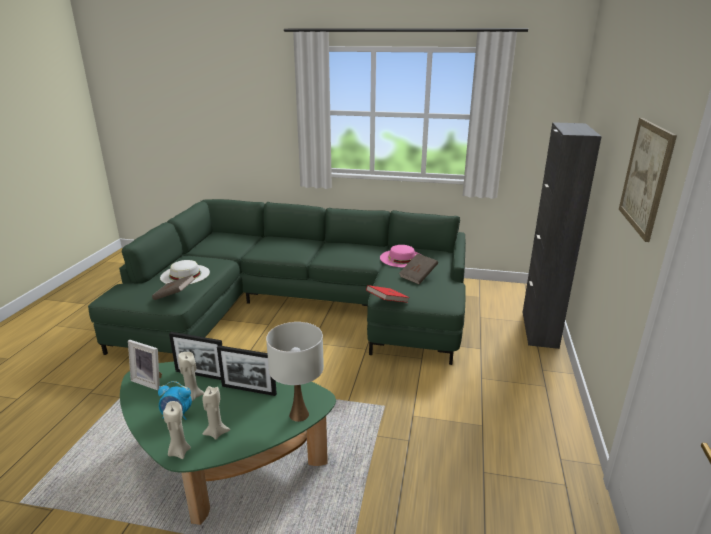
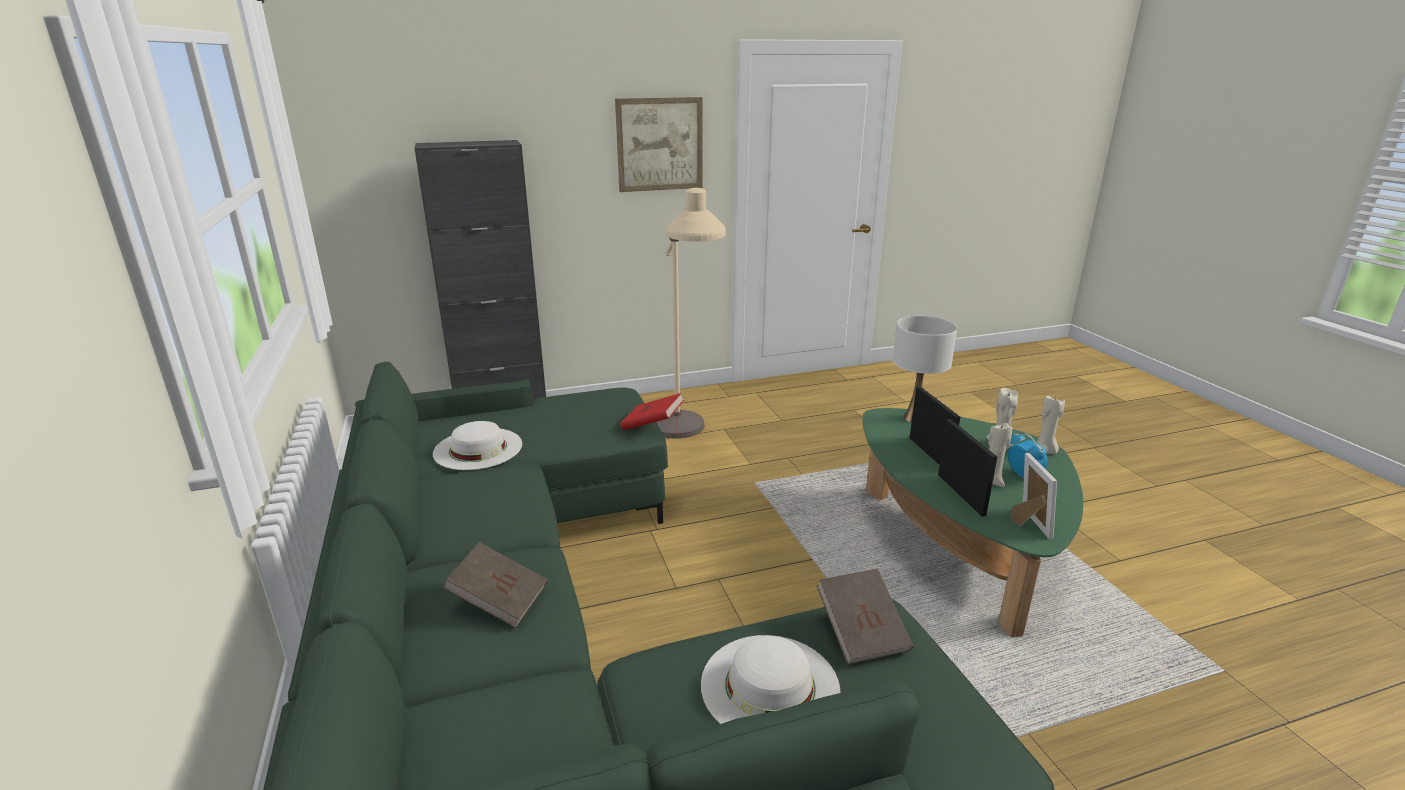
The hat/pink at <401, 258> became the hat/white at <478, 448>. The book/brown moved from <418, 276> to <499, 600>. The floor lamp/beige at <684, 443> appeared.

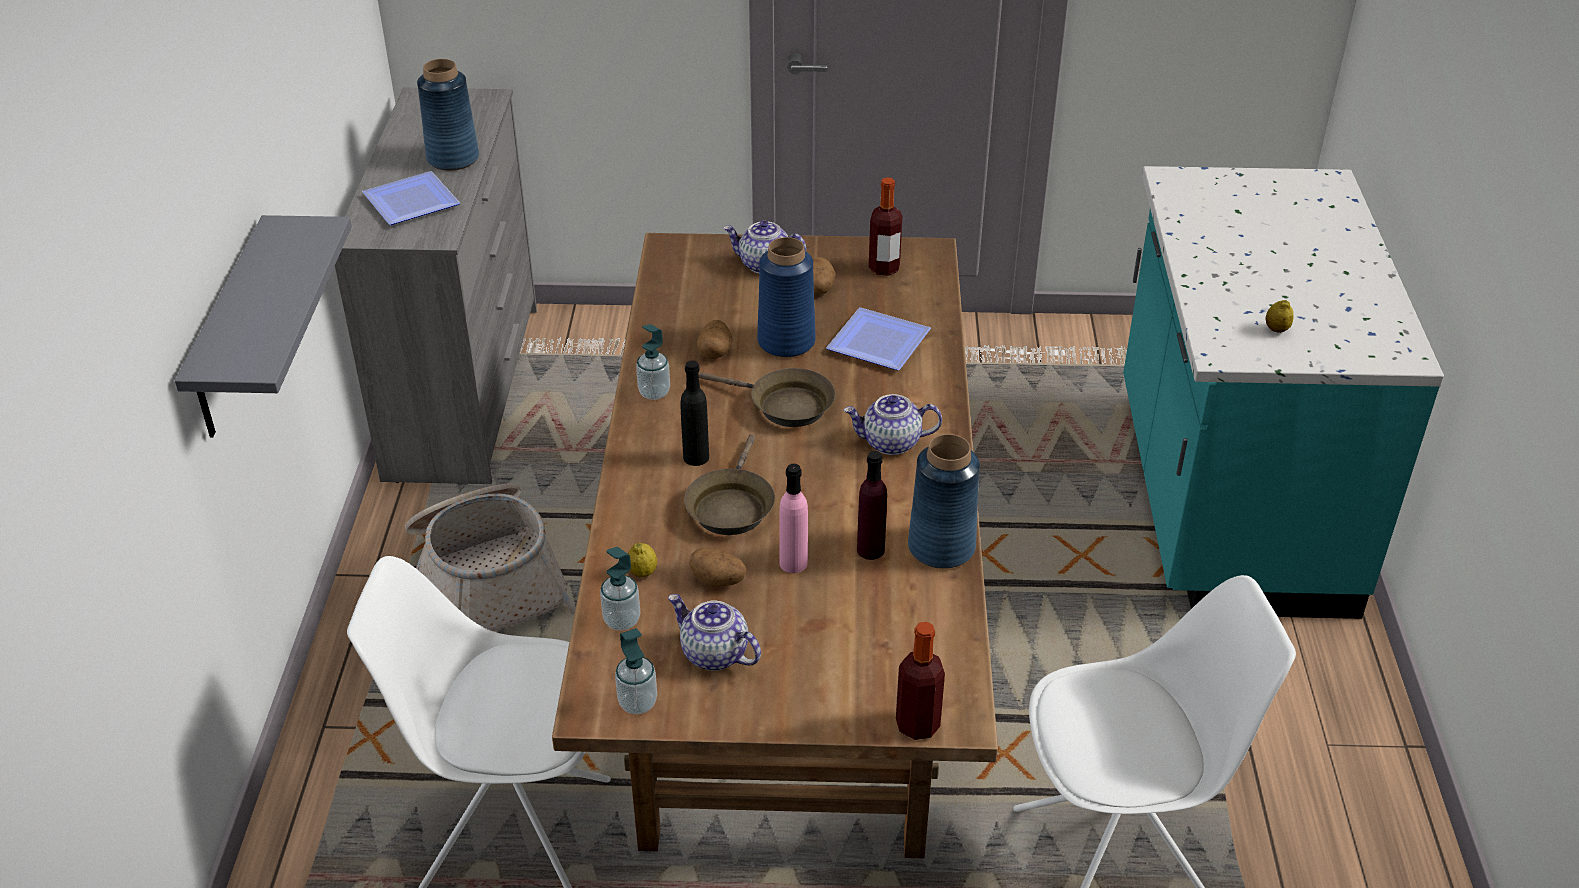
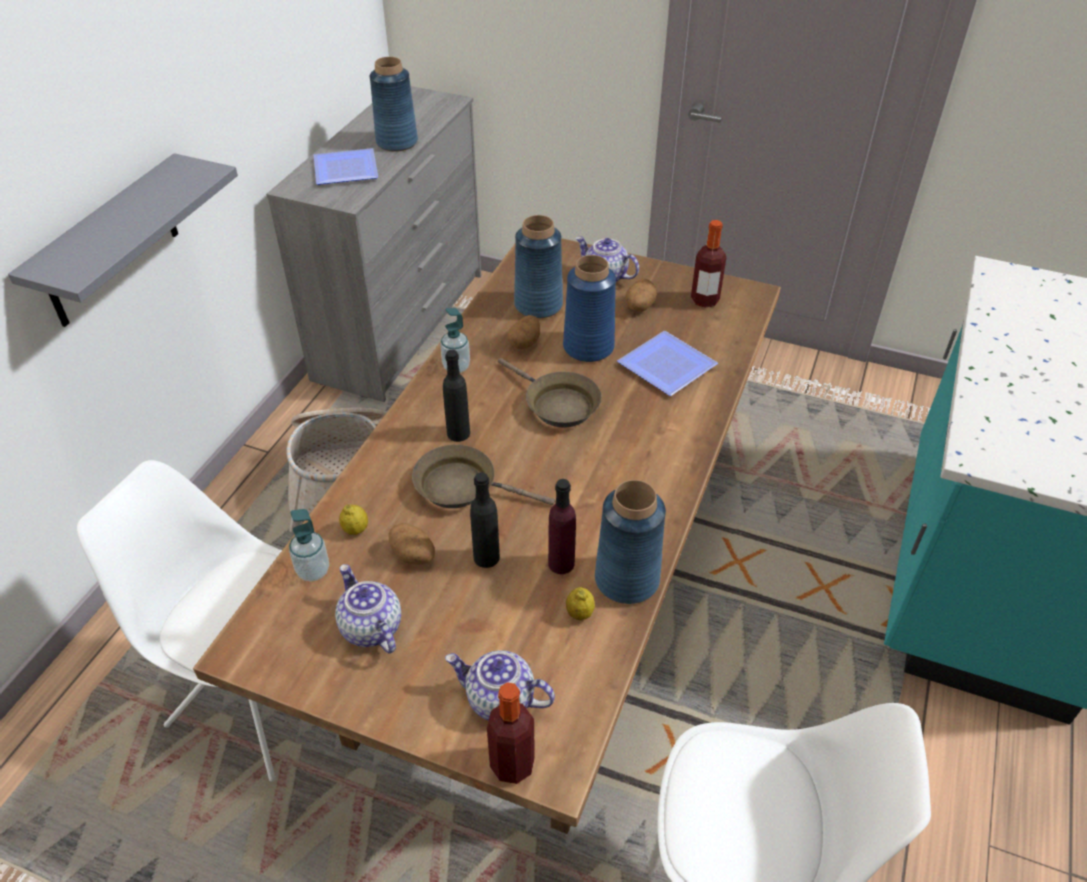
The soap dispenser at <637, 703> disappeared. The frying pan/brown at <731, 506> turned 75 degrees clockwise. The bottle/pink at <793, 563> became the bottle/black at <486, 557>. The teapot moved from <891, 443> to <499, 700>. The lemon moved from <1276, 330> to <579, 613>. The vase/blue at <538, 305> appeared.

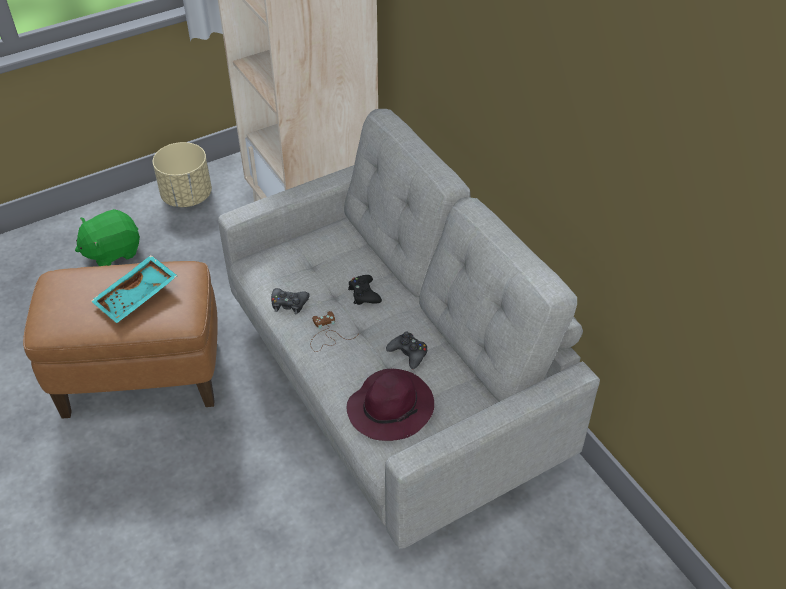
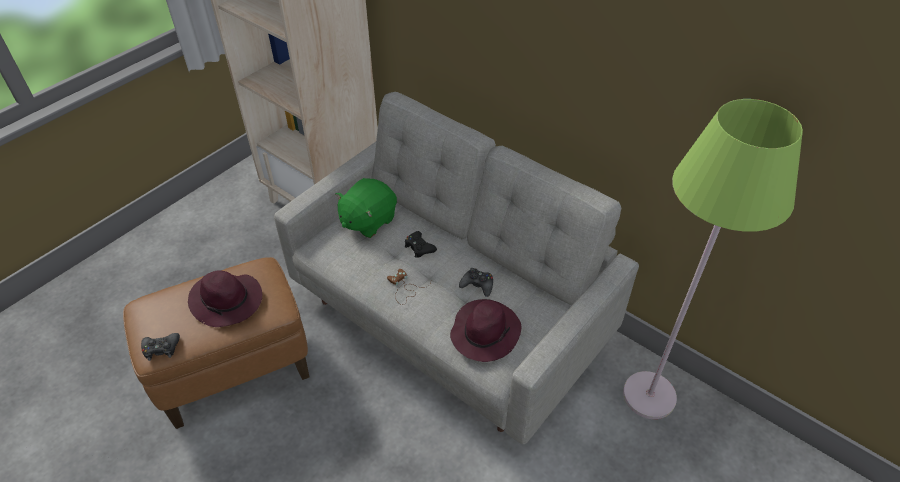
The plush toy/green moved from <112, 252> to <368, 221>. The tray/turquoise at <137, 297> was replaced by the hat/purple at <227, 301>. The planter/beige at <187, 196> disappeared. The game controller/black moved from <289, 304> to <161, 349>. The floor lamp/green at <649, 396> appeared.

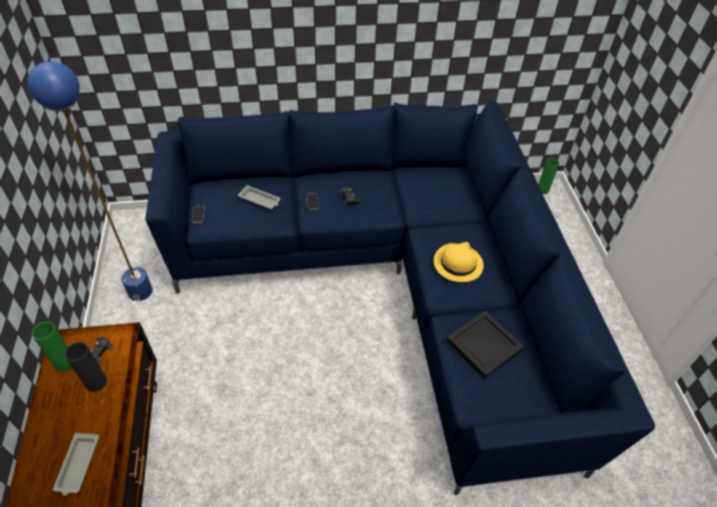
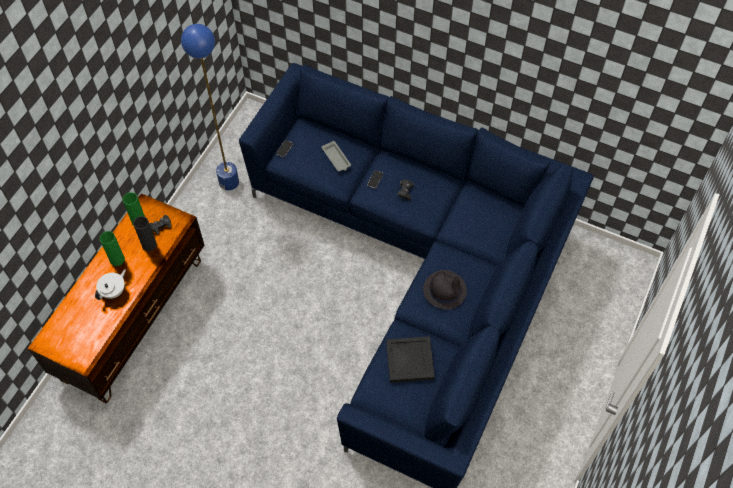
The tray/grey at <78, 465> was replaced by the teapot/white at <114, 291>. The hat/yellow at <457, 263> became the hat/black at <444, 290>. The vase/green moved from <542, 190> to <117, 259>.

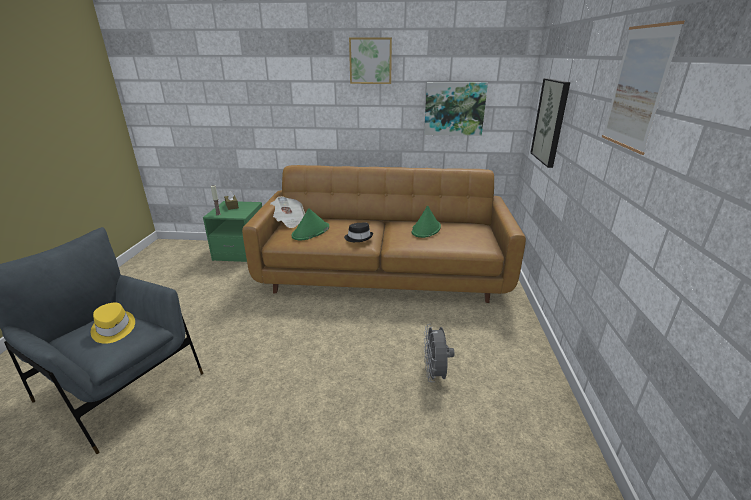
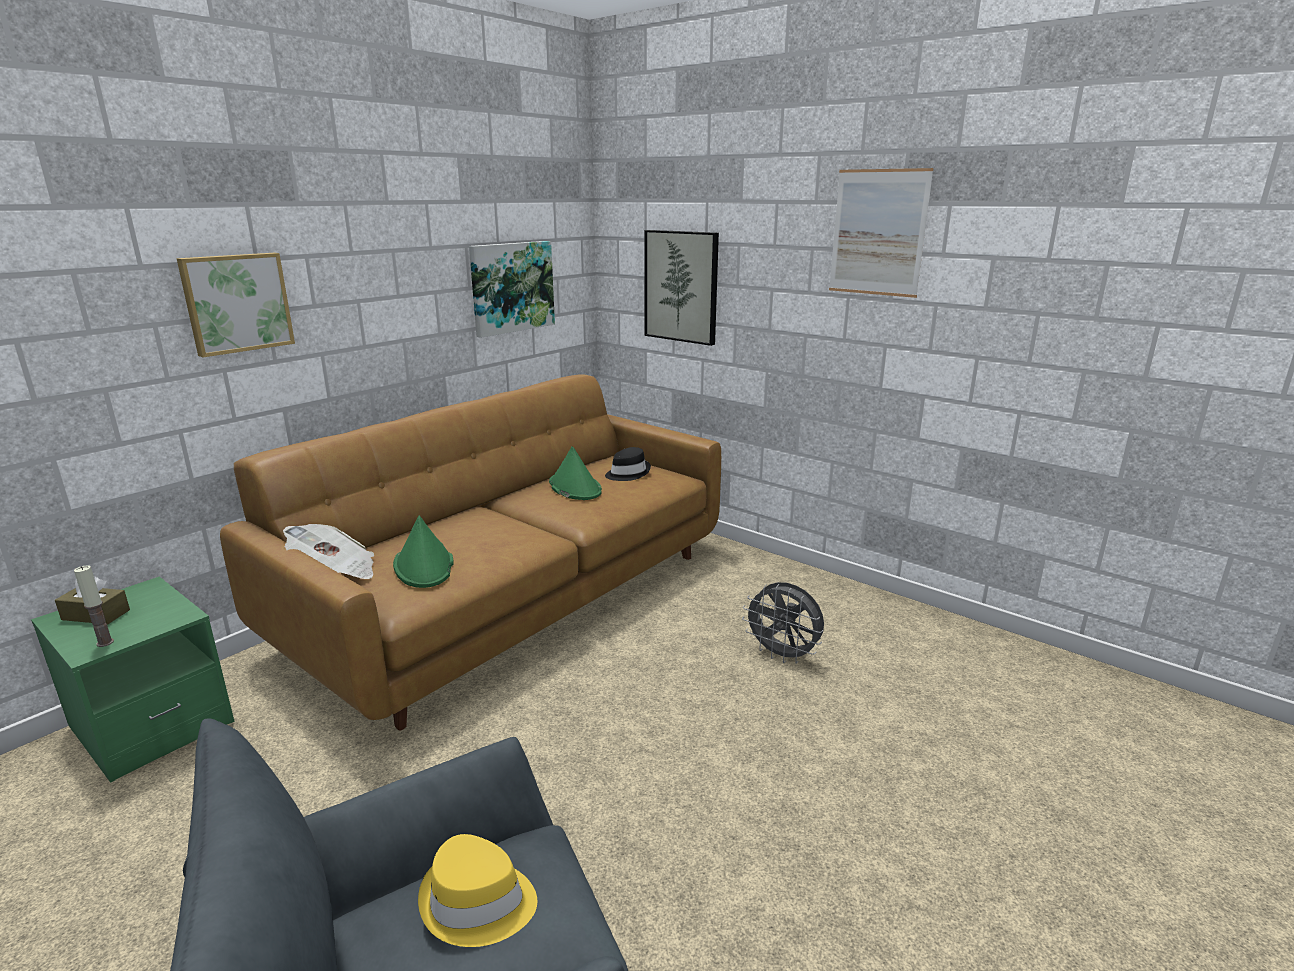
The hat/black moved from <358, 237> to <627, 473>. The picture moved from <370, 61> to <236, 303>.

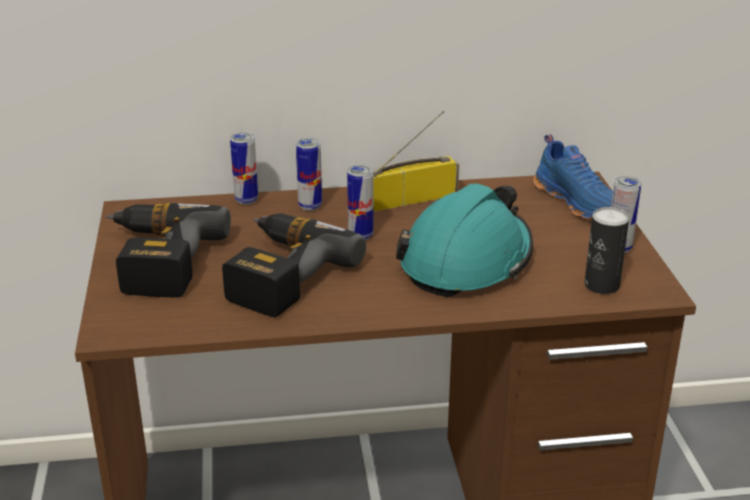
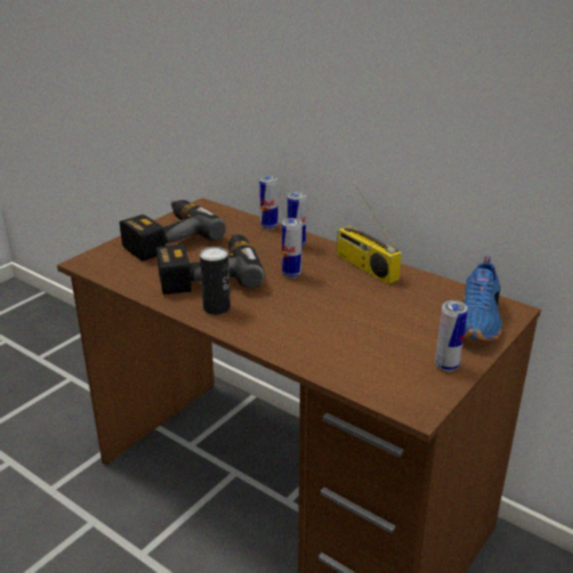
The radio at <411, 199> turned 150 degrees counterclockwise. The hard hat/turquoise at <467, 261> disappeared. The can moved from <601, 285> to <216, 308>.

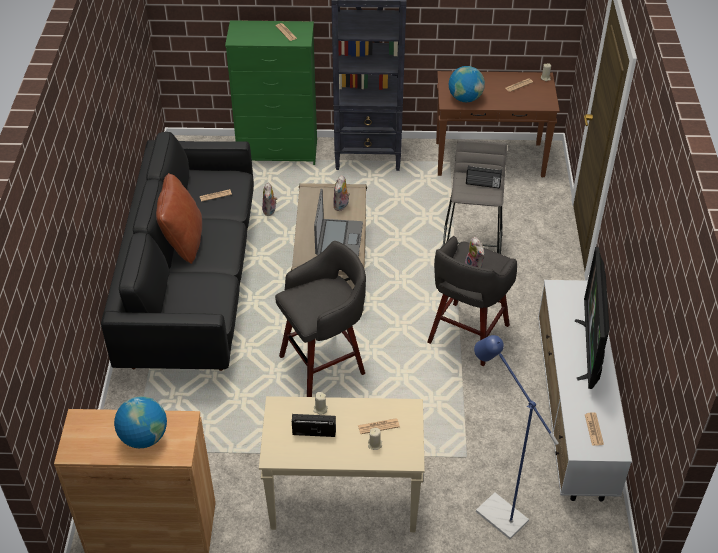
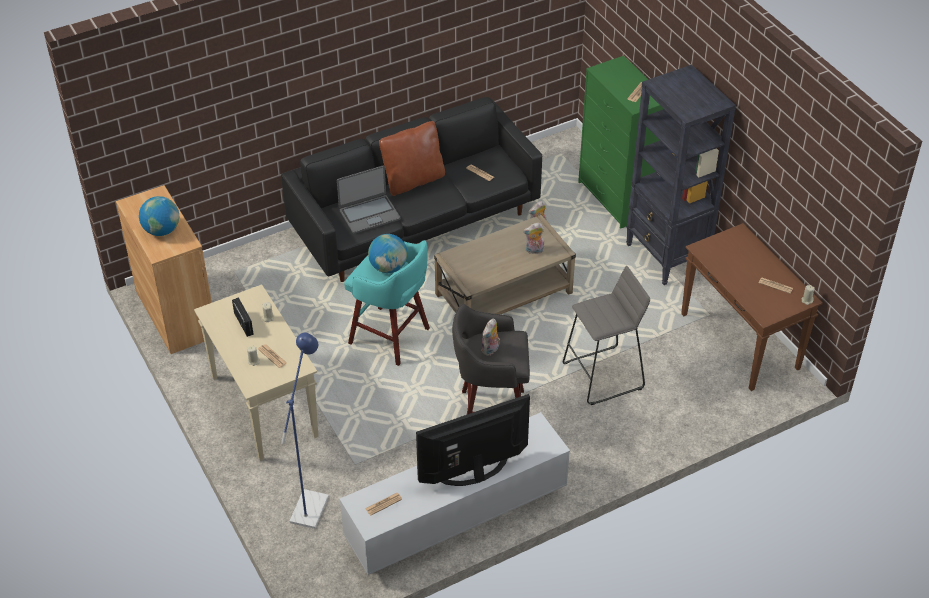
The stool/grey at <325, 364> became the stool/turquoise at <391, 337>. The laptop moved from <338, 240> to <369, 214>. The globe moved from <465, 98> to <388, 267>. The radio at <483, 184> disappeared.

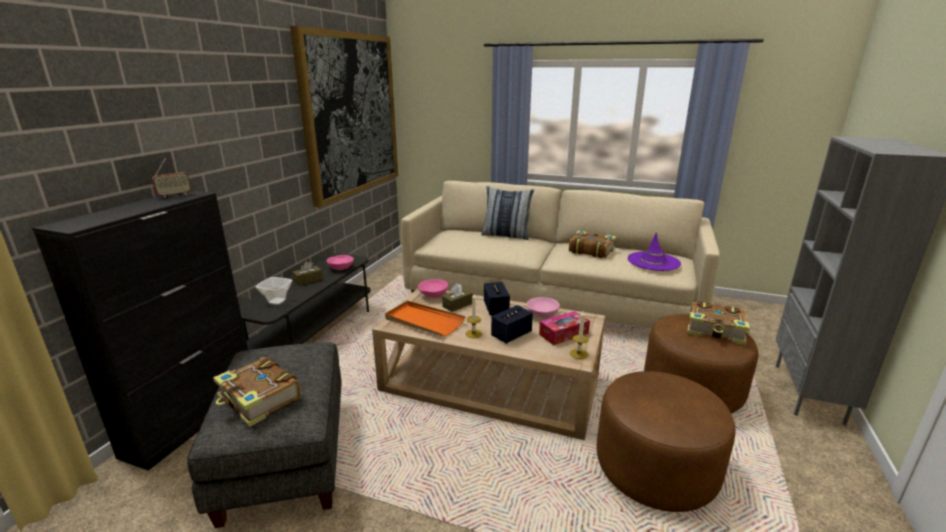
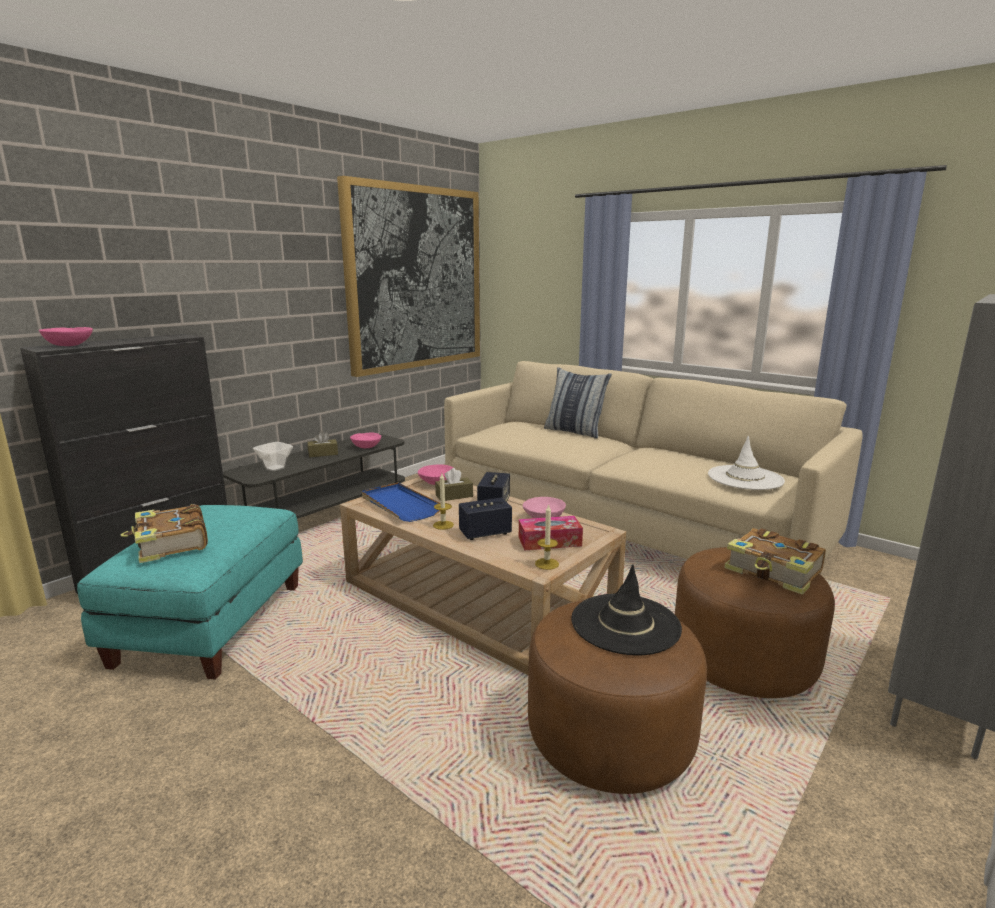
The radio at <174, 195> disappeared. The ottoman/grey at <287, 457> became the ottoman/turquoise at <212, 624>. The tray/orange at <424, 321> became the tray/blue at <400, 505>. The book at <590, 250> disappeared. The hat/purple at <653, 261> became the hat/white at <745, 478>. The bowl/pink at <68, 345> appeared. The hat/black at <625, 624> appeared.

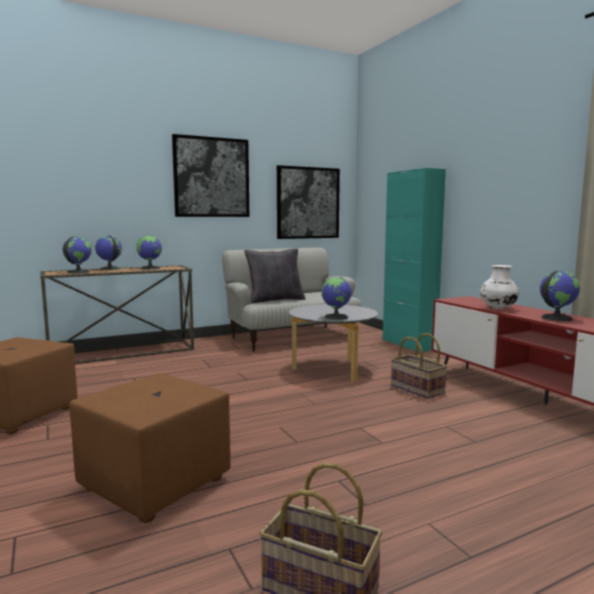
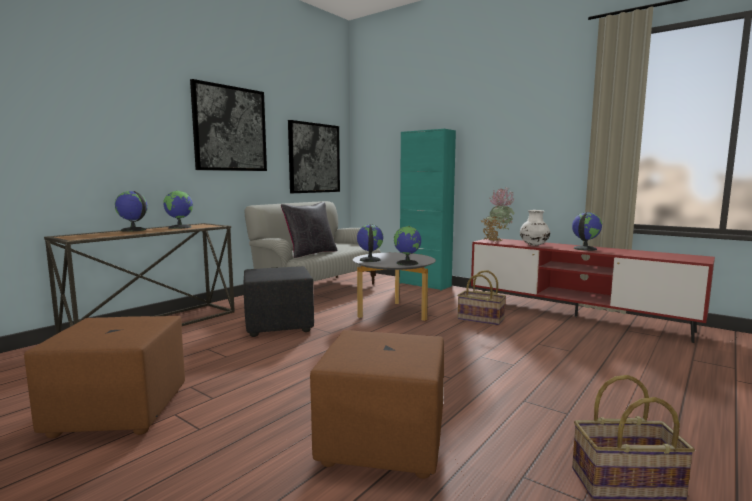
The globe moved from <78, 272> to <369, 260>. The ottoman/black at <279, 325> appeared. The potted plant at <496, 241> appeared.

